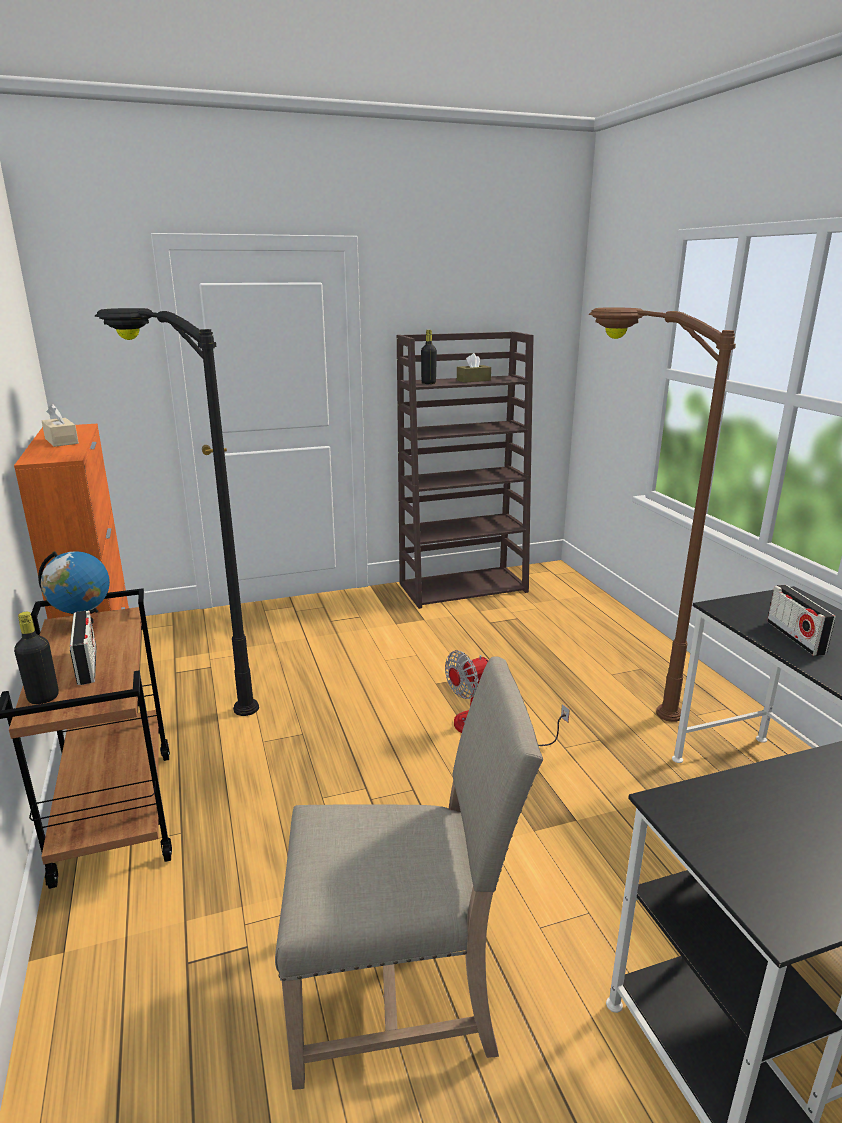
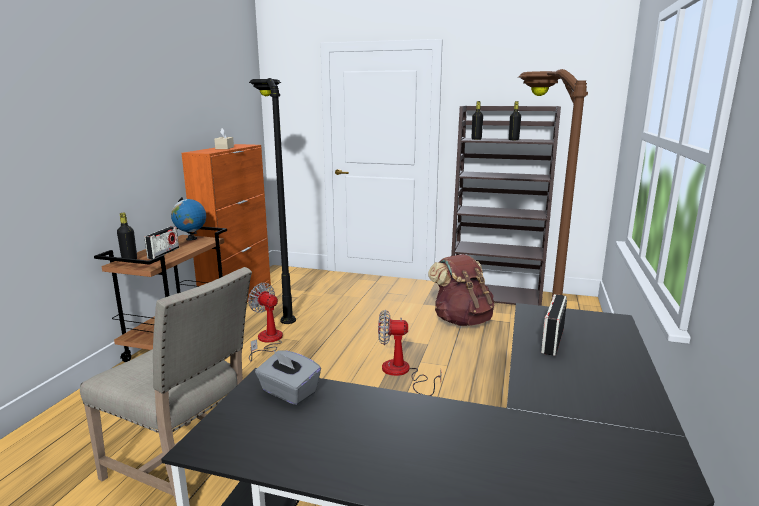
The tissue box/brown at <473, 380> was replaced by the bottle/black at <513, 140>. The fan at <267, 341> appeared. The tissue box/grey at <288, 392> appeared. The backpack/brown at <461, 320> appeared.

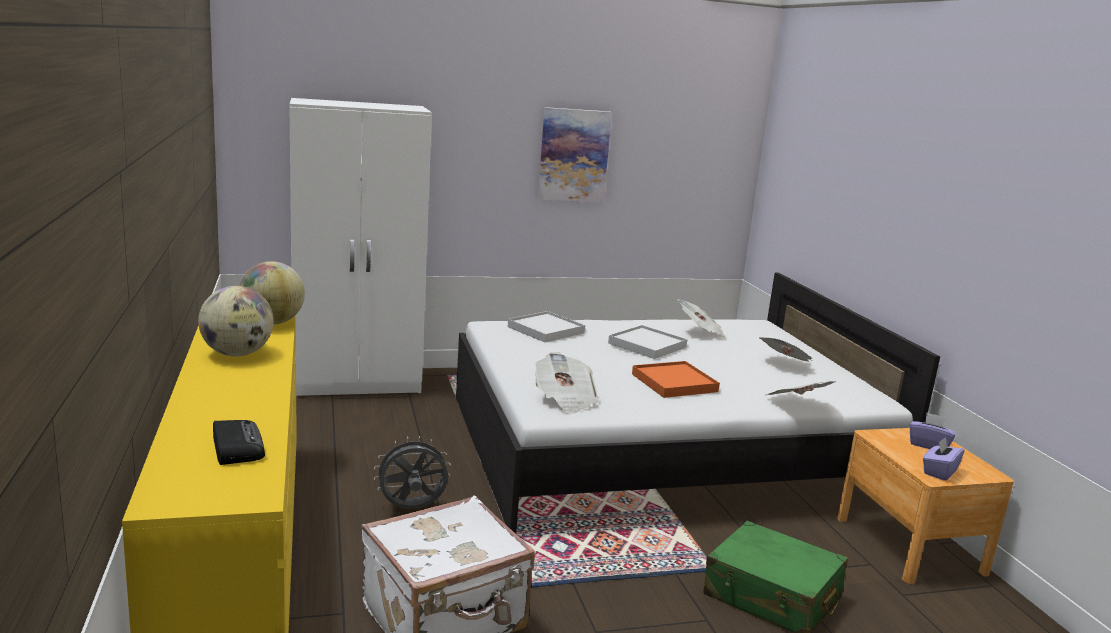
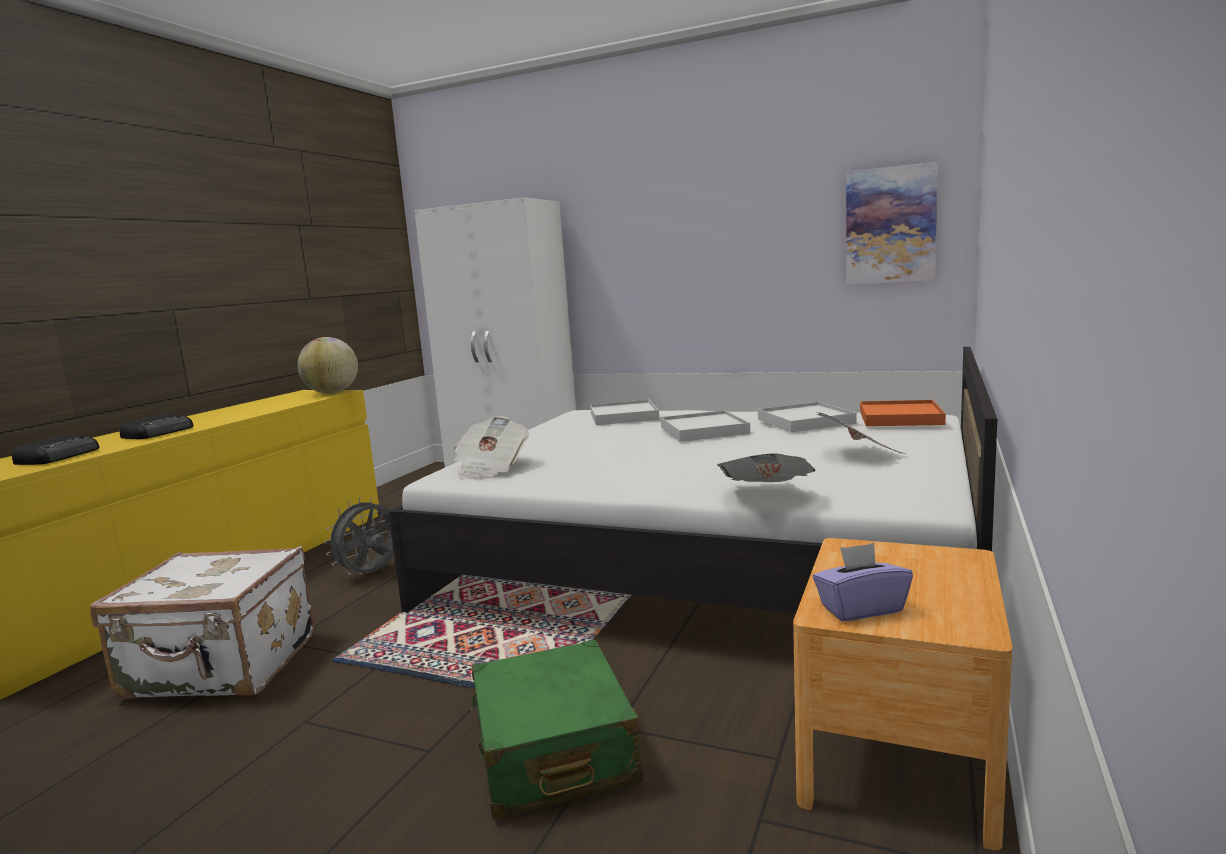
The globe at <237, 354> disappeared. The fan/grey at <411, 509> turned 75 degrees counterclockwise. The picture moved from <573, 155> to <890, 225>. The tray/orange moved from <674, 383> to <900, 418>. The newspaper at <701, 332> was replaced by the tray/white at <805, 421>. The tissue box/purple at <928, 445> disappeared. The radio at <159, 432> appeared.

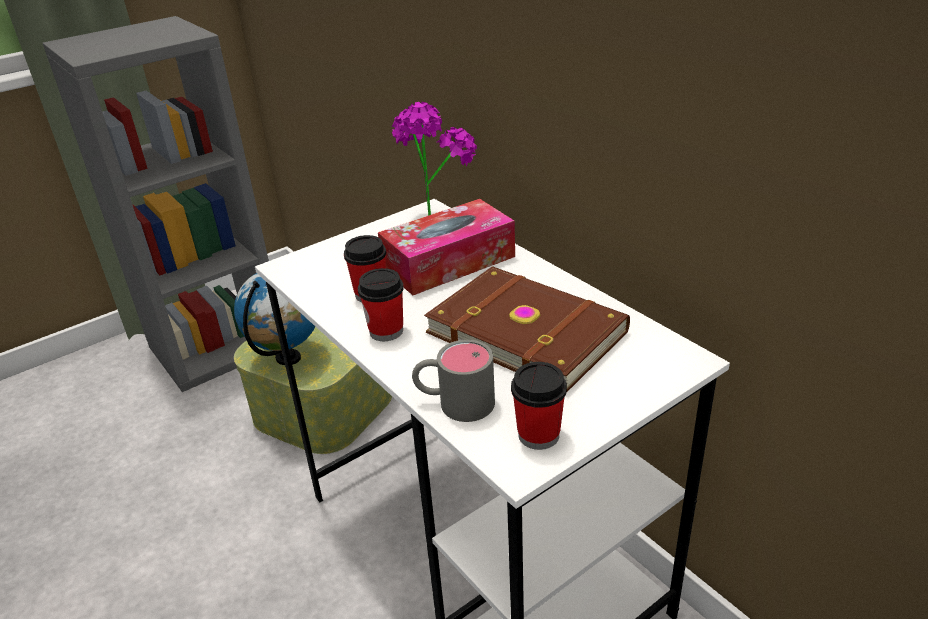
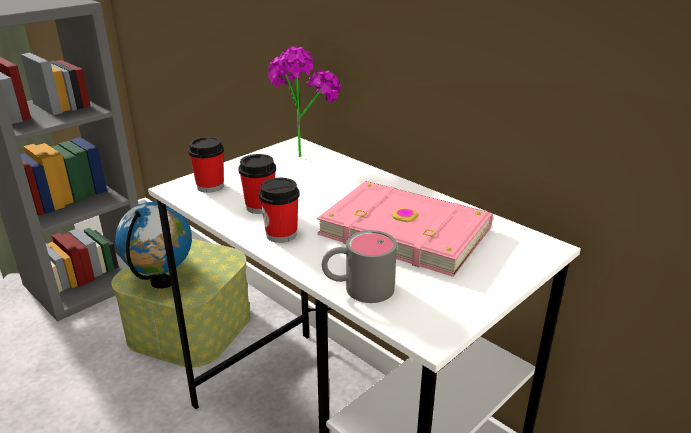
The tissue box at <449, 262> disappeared. The book/brown at <527, 330> became the book/pink at <405, 230>. The cup moved from <538, 435> to <210, 186>.

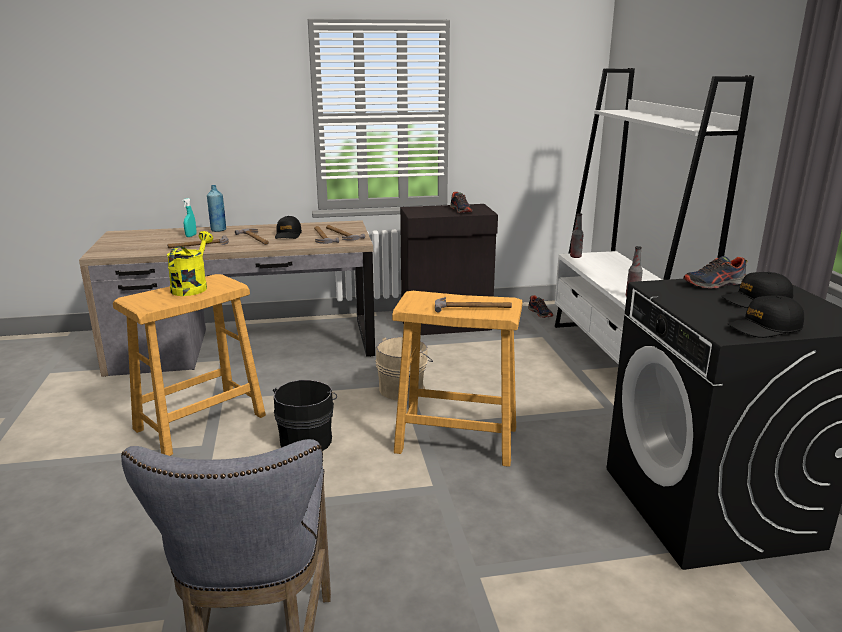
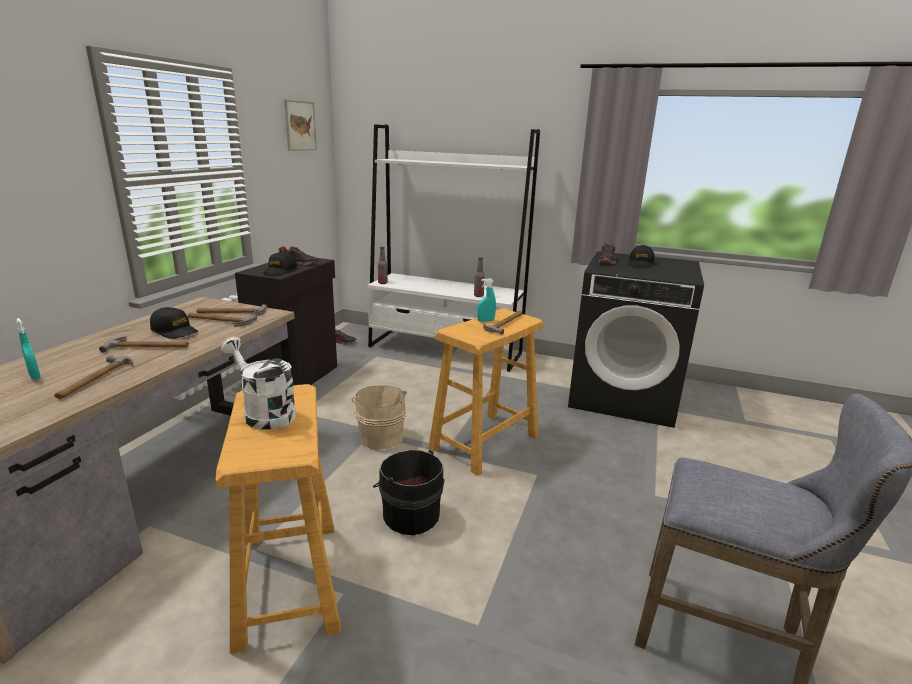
The watering can/yellow at <192, 287> became the watering can/white at <264, 413>. The bottle/blue at <218, 230> disappeared. The cap/black moved from <765, 328> to <280, 270>. The picture at <300, 125> appeared. The spray bottle/turquoise at <485, 321> appeared.

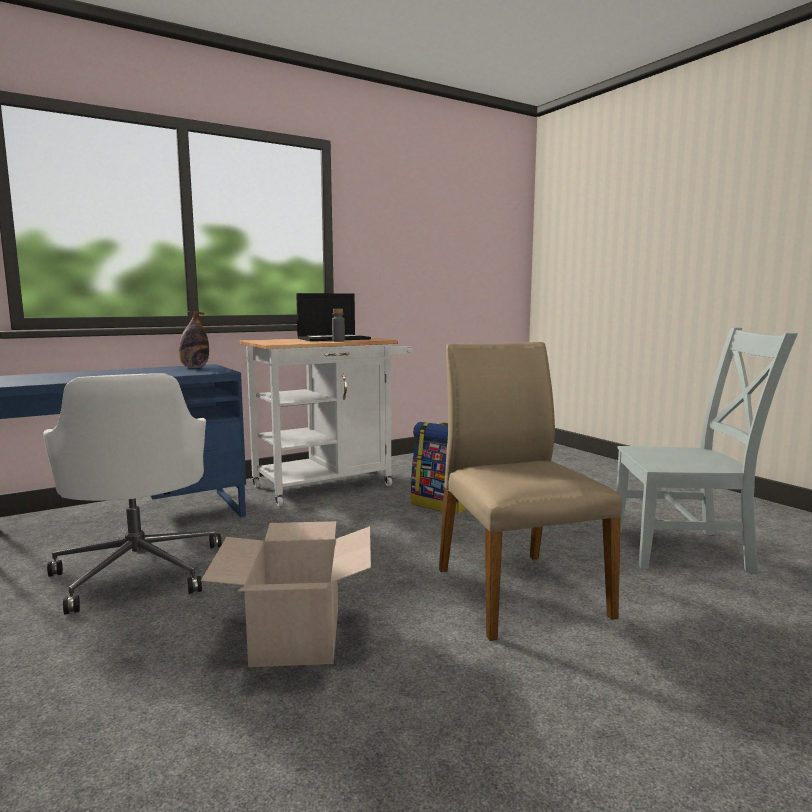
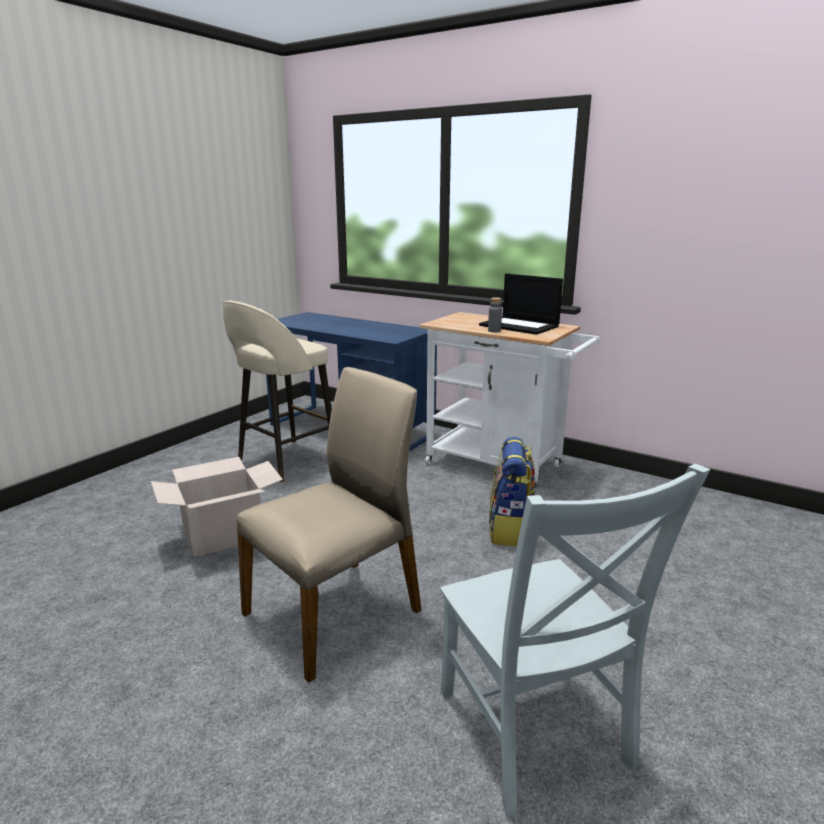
The office chair/white at <139, 570> was replaced by the stool/beige at <285, 461>. The bottle at <194, 367> disappeared.

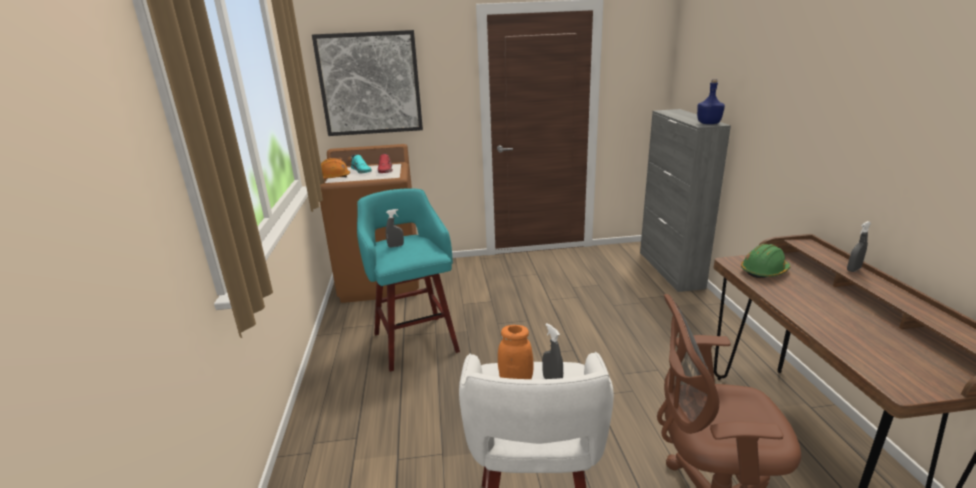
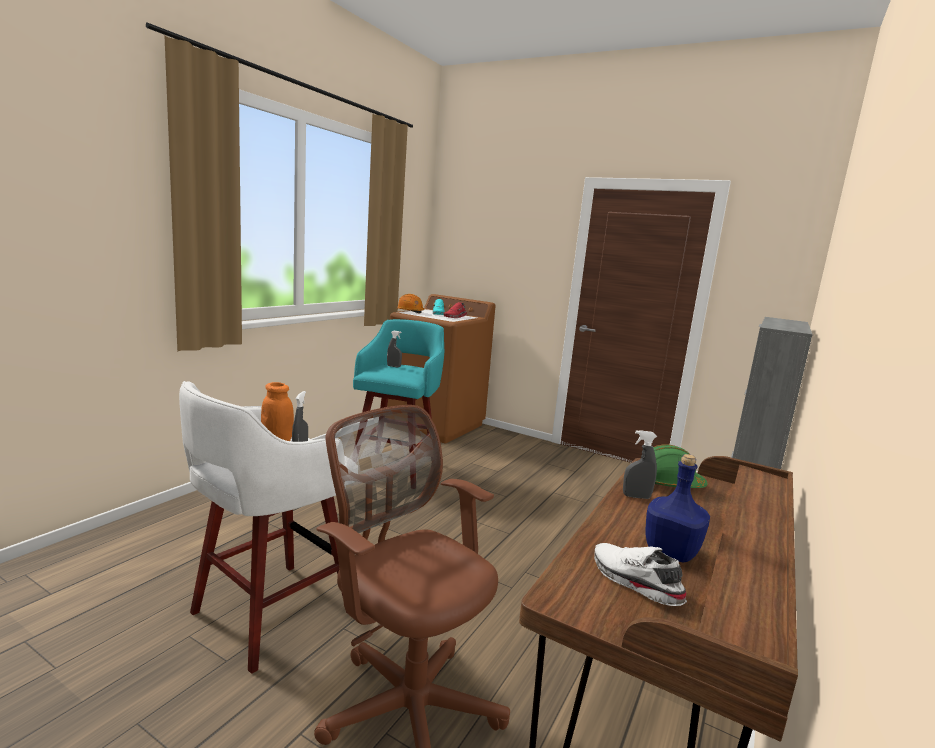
The picture at <370, 84> disappeared. The bottle/blue moved from <708, 123> to <669, 552>. The spray bottle/grey moved from <853, 269> to <636, 496>. The shoe/white at <634, 582> appeared.

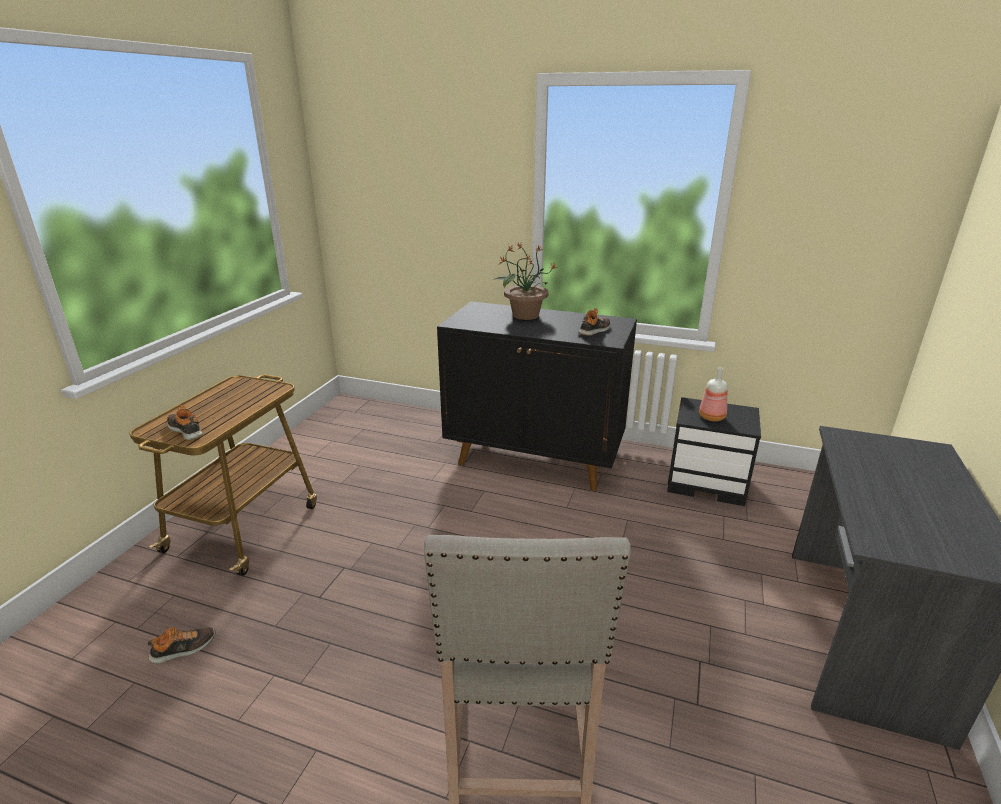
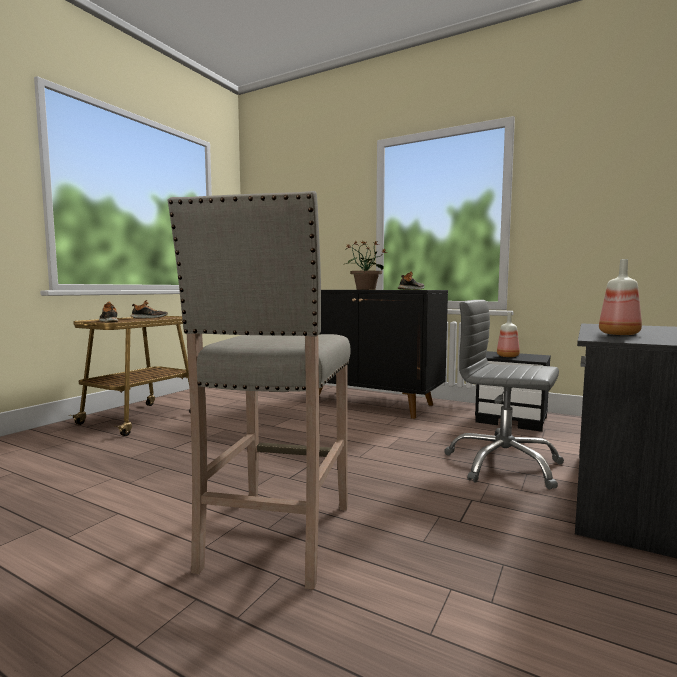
The shoe moved from <184, 649> to <149, 318>. The office chair/grey at <503, 465> appeared. The bottle at <620, 334> appeared.

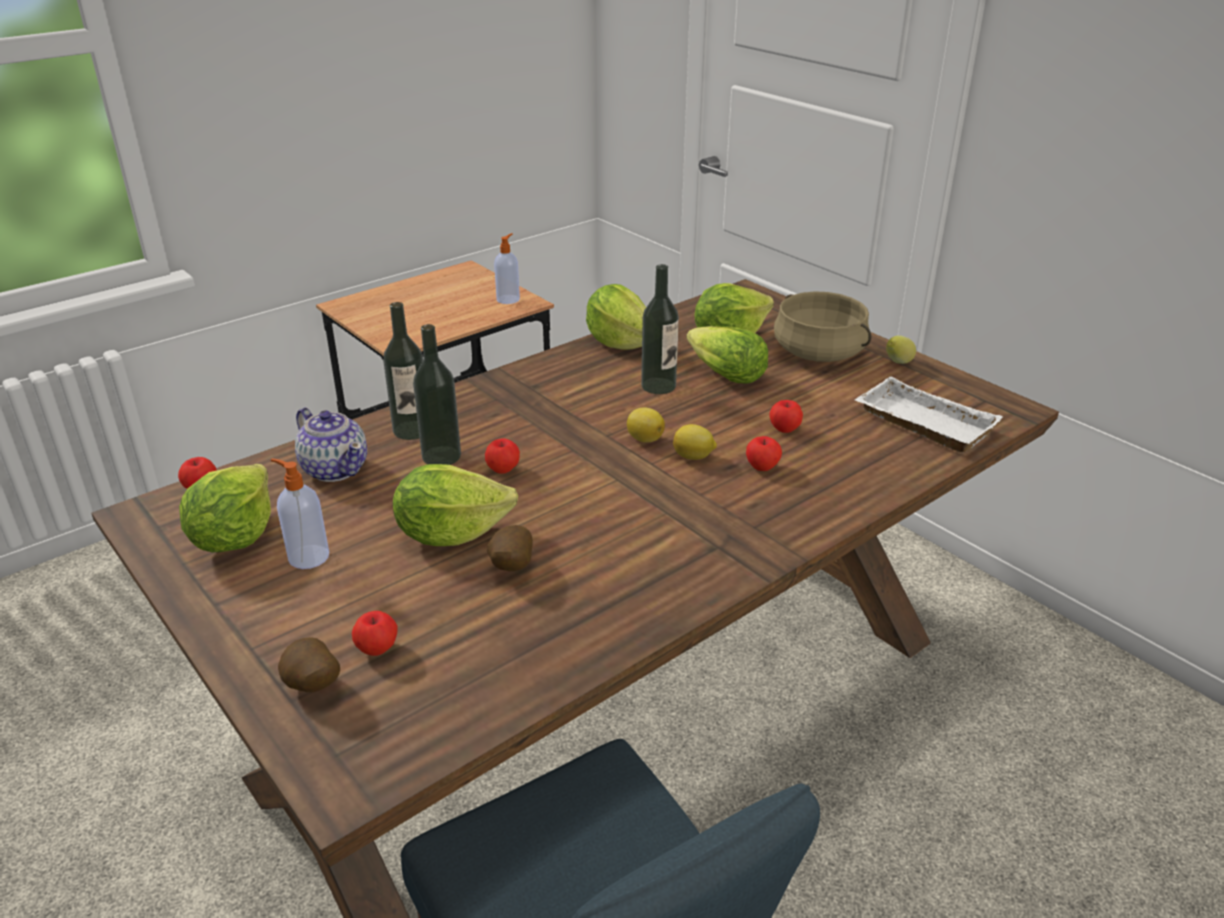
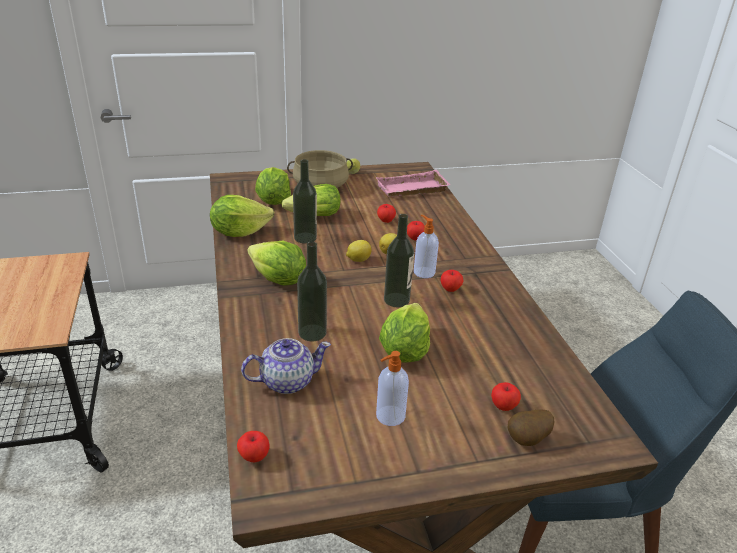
The lettuce moved from <235, 536> to <278, 280>. The bottle moved from <412, 430> to <396, 300>. The apple moved from <503, 470> to <450, 289>. The potato at <510, 568> disappeared. The soap dispenser moved from <508, 299> to <423, 272>. The tray/white at <920, 424> became the tray/pink at <411, 190>.

